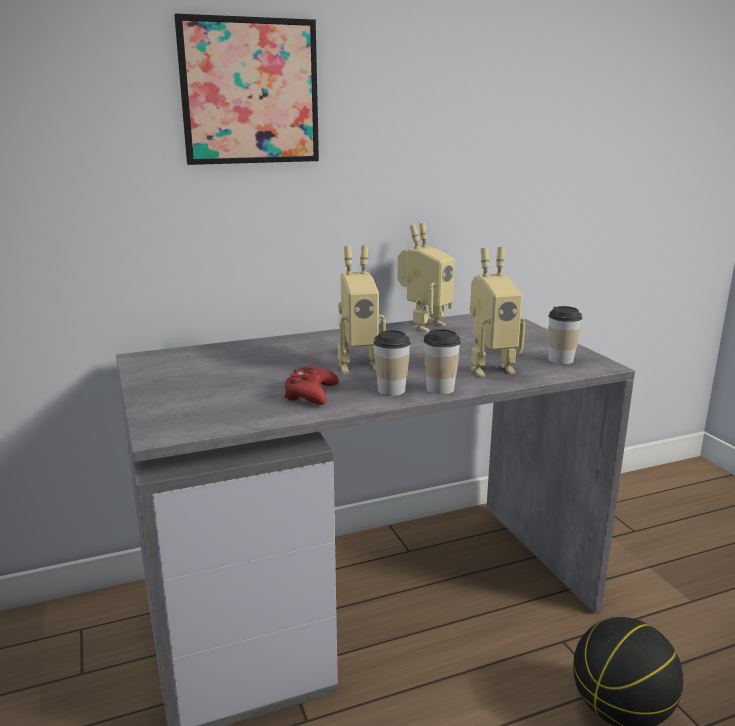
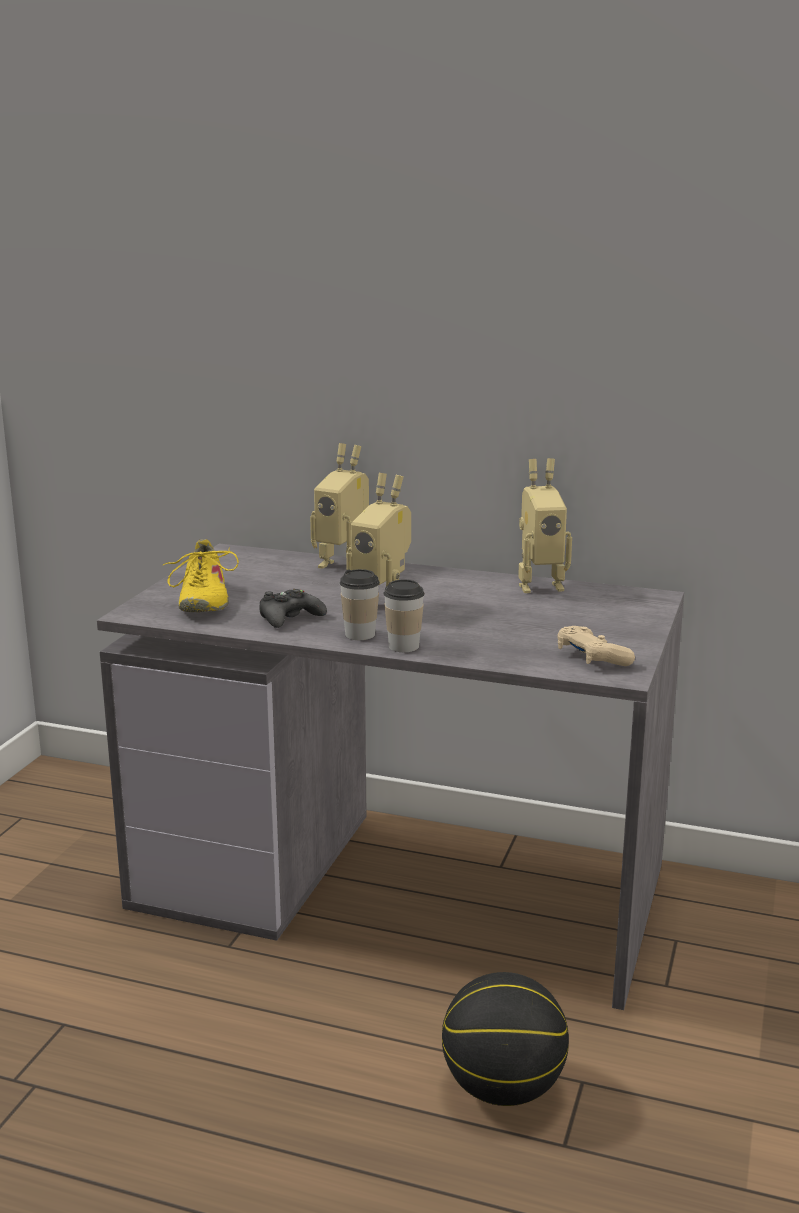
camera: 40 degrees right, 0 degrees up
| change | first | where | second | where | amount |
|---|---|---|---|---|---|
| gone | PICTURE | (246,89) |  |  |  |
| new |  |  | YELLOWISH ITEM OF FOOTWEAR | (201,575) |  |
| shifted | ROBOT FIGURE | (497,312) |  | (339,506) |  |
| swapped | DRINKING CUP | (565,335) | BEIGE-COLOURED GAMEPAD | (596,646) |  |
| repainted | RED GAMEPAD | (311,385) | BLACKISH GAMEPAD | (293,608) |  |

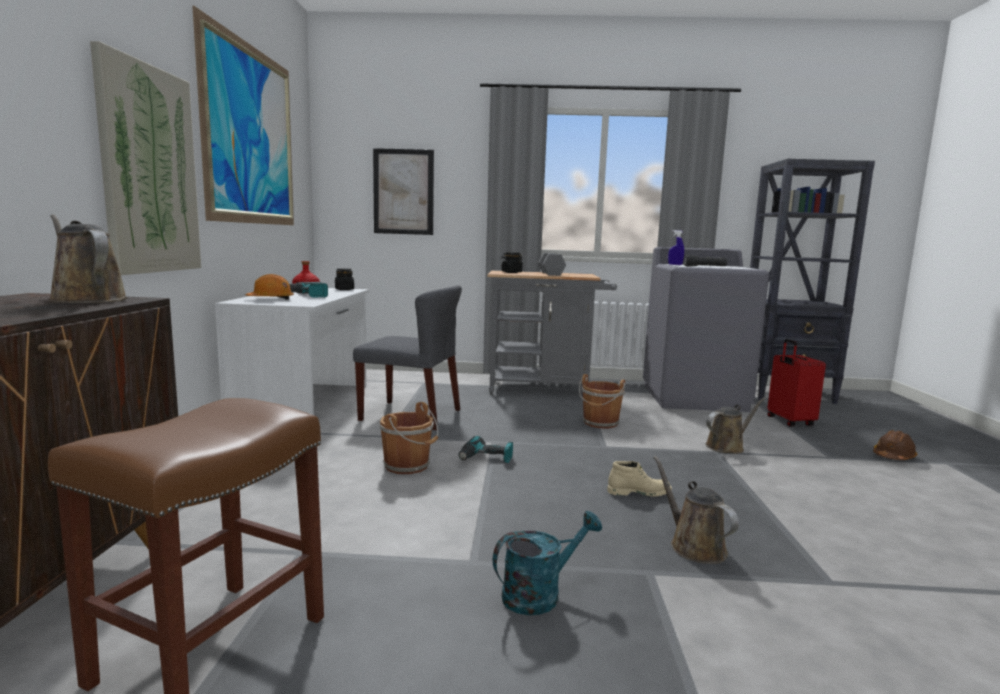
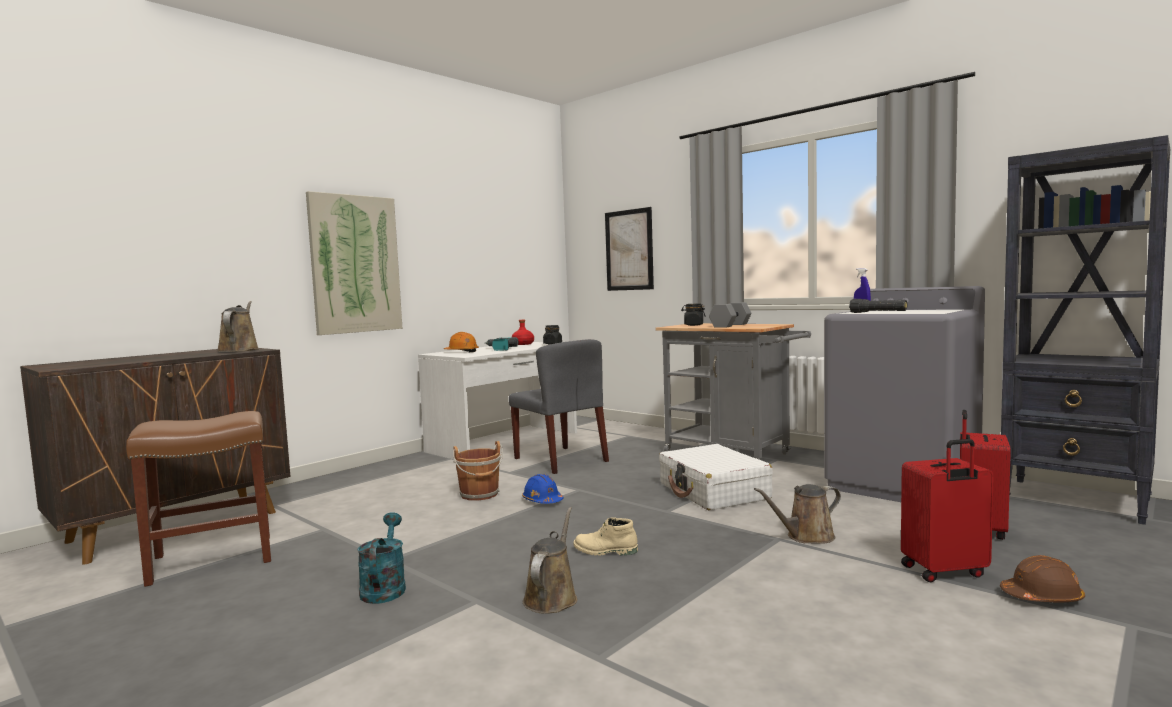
camera: 40 degrees right, 5 degrees down
| change | first | where | second | where | amount |
|---|---|---|---|---|---|
| gone | PICTURE | (243,115) |  |  |  |
| new |  |  | RED TRAVEL CASE | (947,510) |  |
| swapped | ELECTRIC DRILL | (485,449) | BLUE-COLOURED WORK HELMET | (543,489) |  |
| swapped | BROWN-COLOURED BUCKET | (602,401) | WHITE-COLOURED TRAVEL CASE | (716,477) |  |
| rotated | TURQUOISE WATERING POT | (547,563) |  | (381,558) | 105 degrees counterclockwise |
| rotated | BEIGE-COLOURED TALL BOOT | (639,479) |  | (606,536) | 150 degrees clockwise |
| rotated | BROWN-COLOURED WATERING POT | (735,425) |  | (797,514) | 150 degrees clockwise |

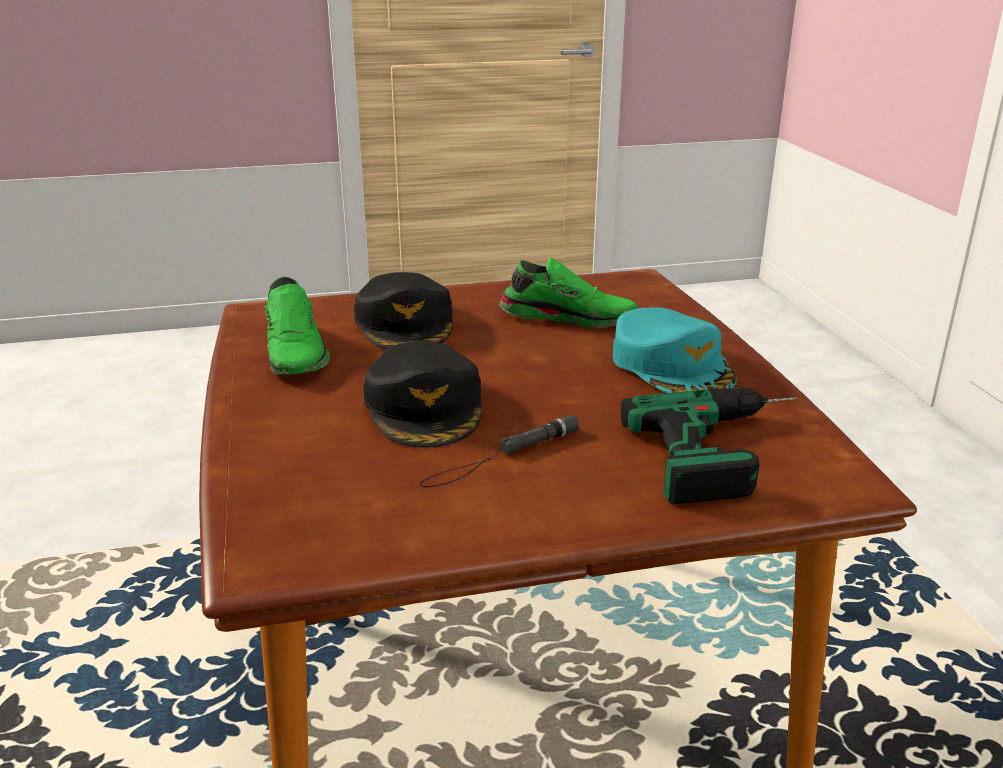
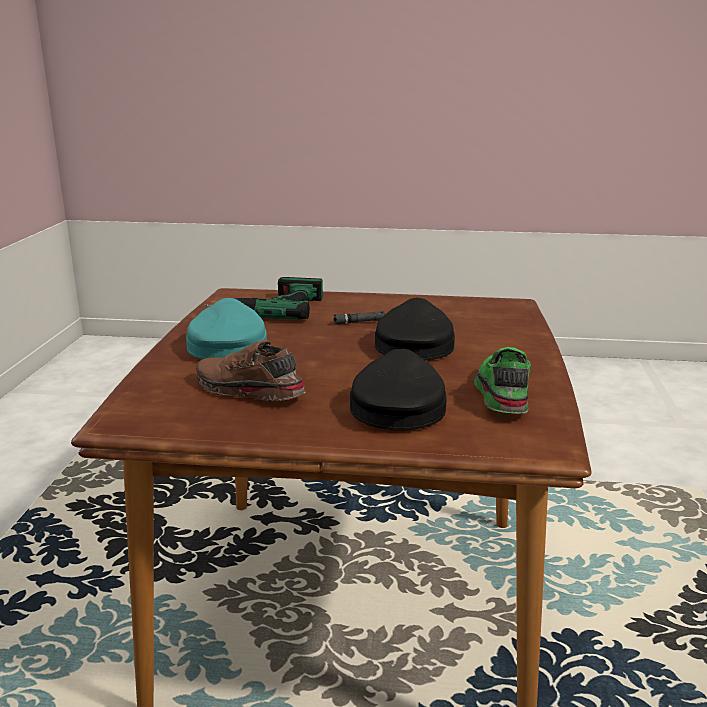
camera: 160 degrees left, 5 degrees down
| change | first | where | second | where | amount |
|---|---|---|---|---|---|
| repainted | GREEN-COLOURED ITEM OF FOOTWEAR | (569,293) | BROWN-COLOURED ITEM OF FOOTWEAR | (251,370) |  |

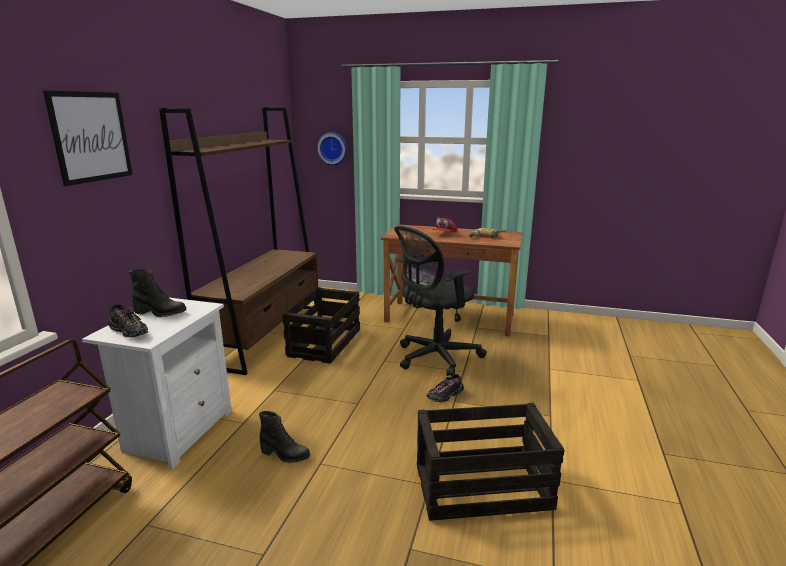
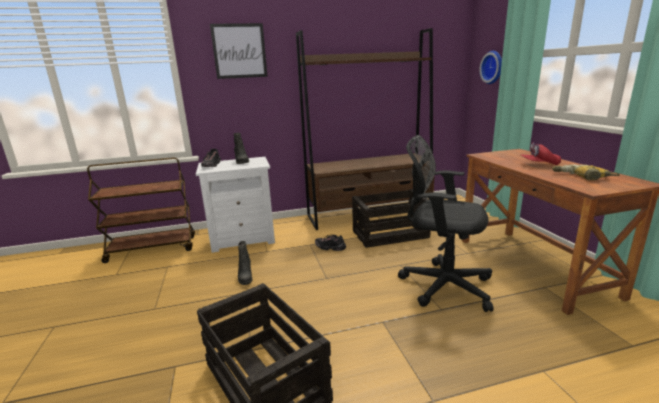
camera: 60 degrees right, 0 degrees up
| change | first | where | second | where | amount |
|---|---|---|---|---|---|
| shifted | BLACKISH ITEM OF FOOTWEAR | (445,388) |  | (330,242) |  |

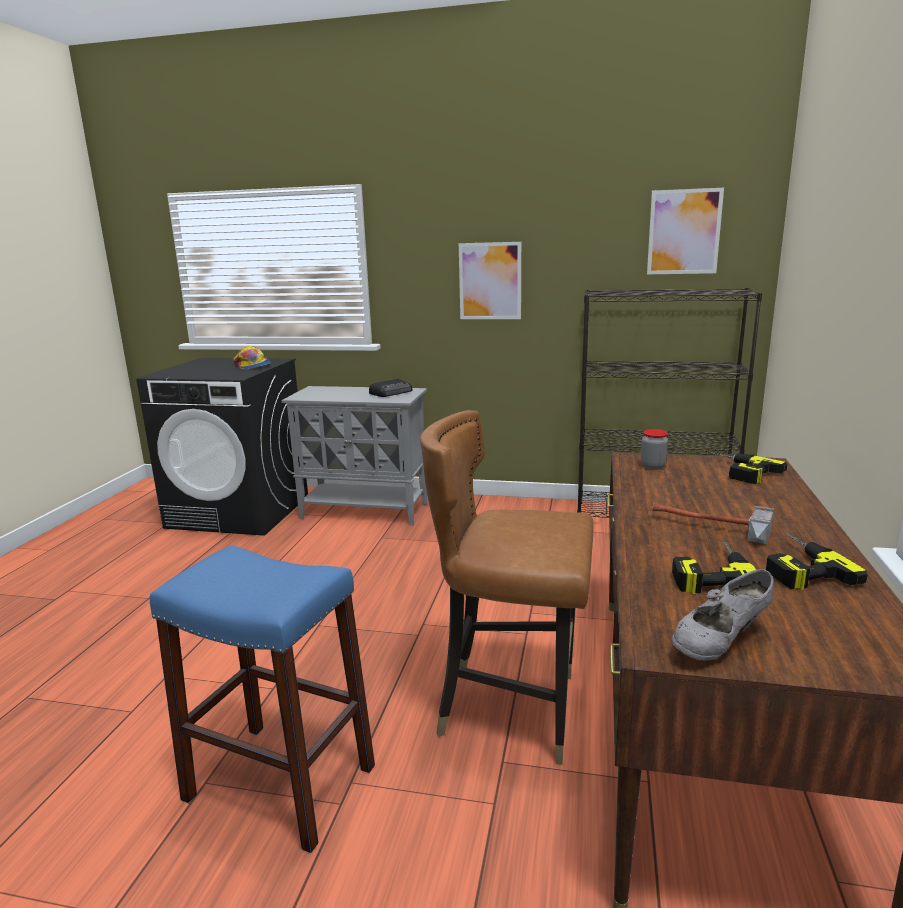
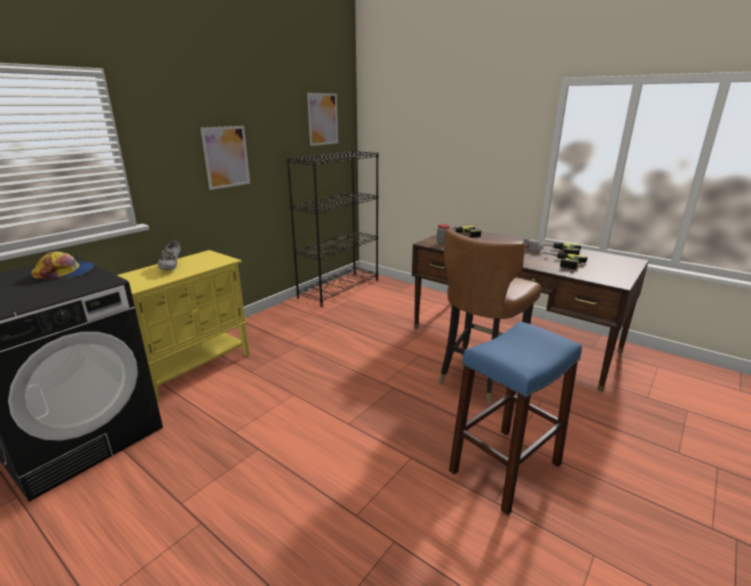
camera: 65 degrees left, 5 degrees up
| change | first | where | second | where | amount |
|---|---|---|---|---|---|
| gone | RADIO RECEIVER | (391,388) |  |  |  |
| shifted | GRAY ITEM OF FOOTWEAR | (723,614) |  | (169,255) |  |
| repainted | GRAY CABINET | (354,456) | YELLOWISH CABINET | (183,326) |  |

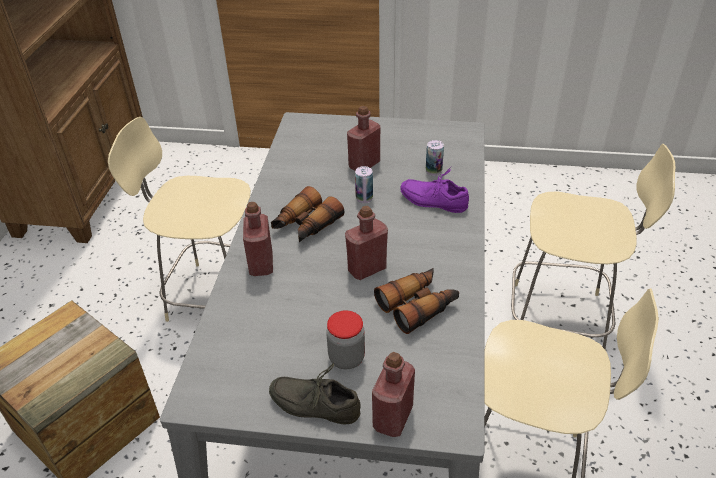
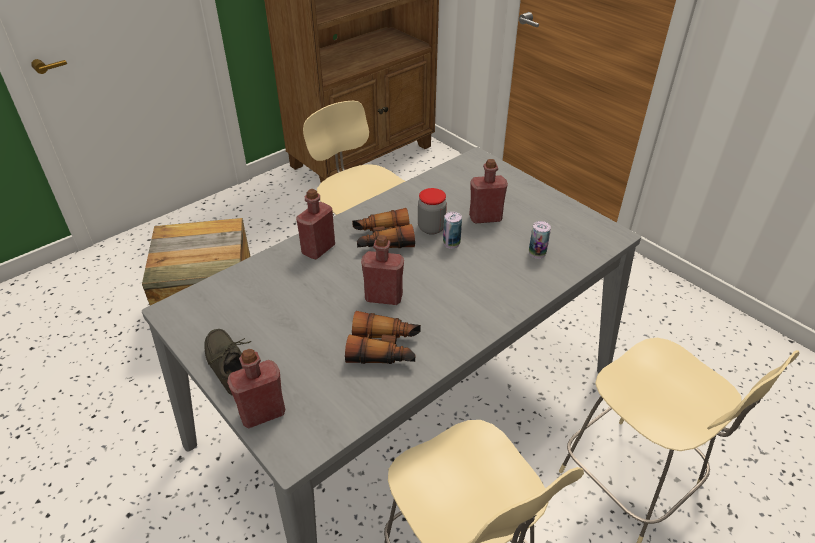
camera: 40 degrees right, 0 degrees up
| change | first | where | second | where | amount |
|---|---|---|---|---|---|
| gone | PURPLISH ITEM OF FOOTWEAR | (434,190) |  |  |  |
| shifted | PRESERVE JAR | (345,339) |  | (432,211) |  |

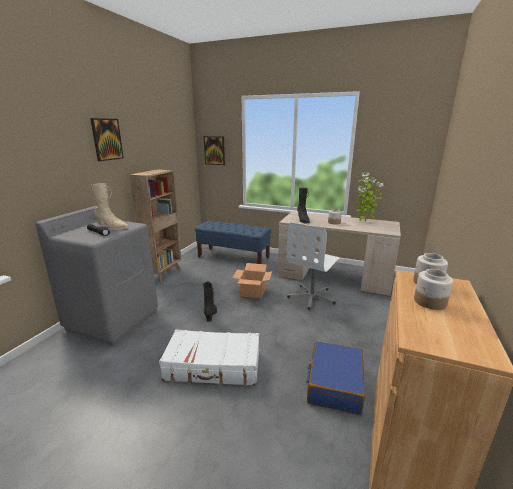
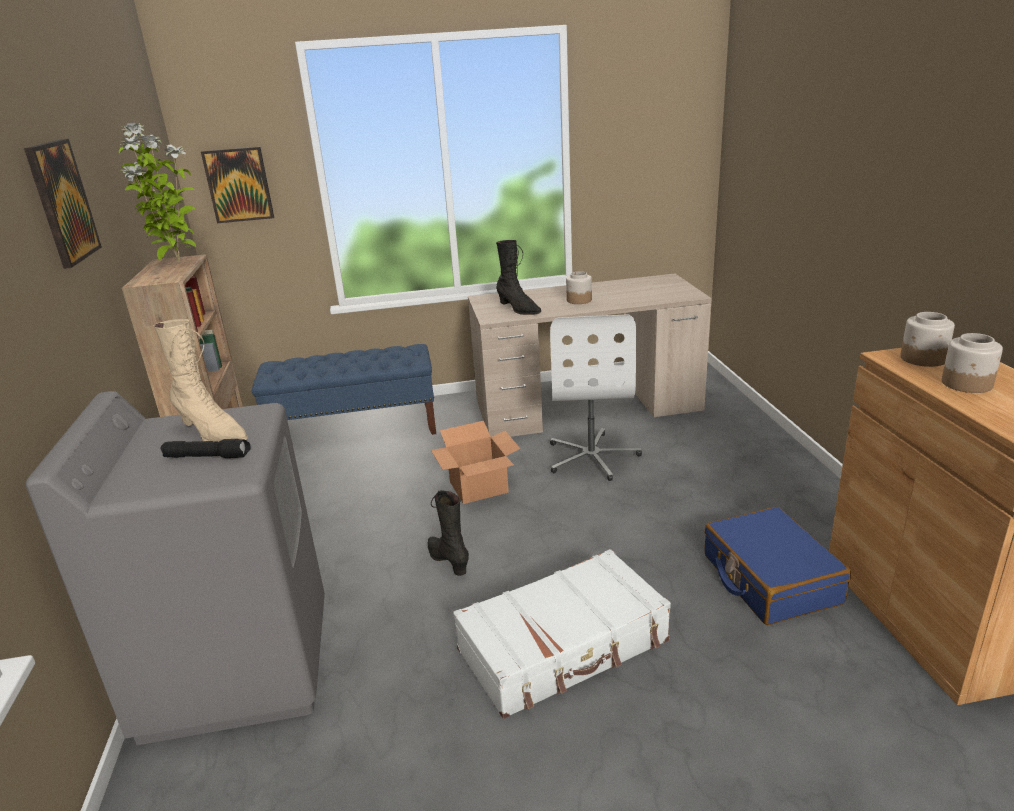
camera: 30 degrees left, 5 degrees up
| change | first | where | second | where | amount |
|---|---|---|---|---|---|
| shifted | HOUSEPLANT | (370,197) |  | (157,192) |  |
| rotated | BEIGE-COLOURED TALL BOOT | (109,206) |  | (200,380) | 45 degrees clockwise |

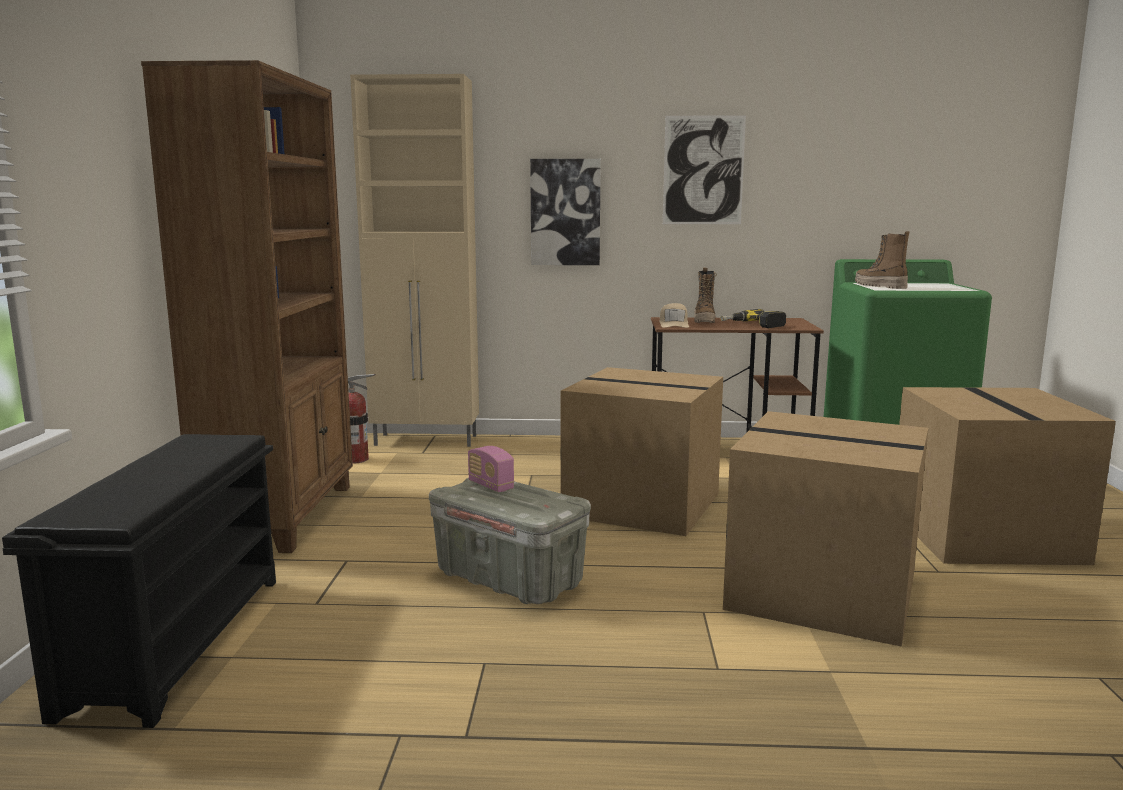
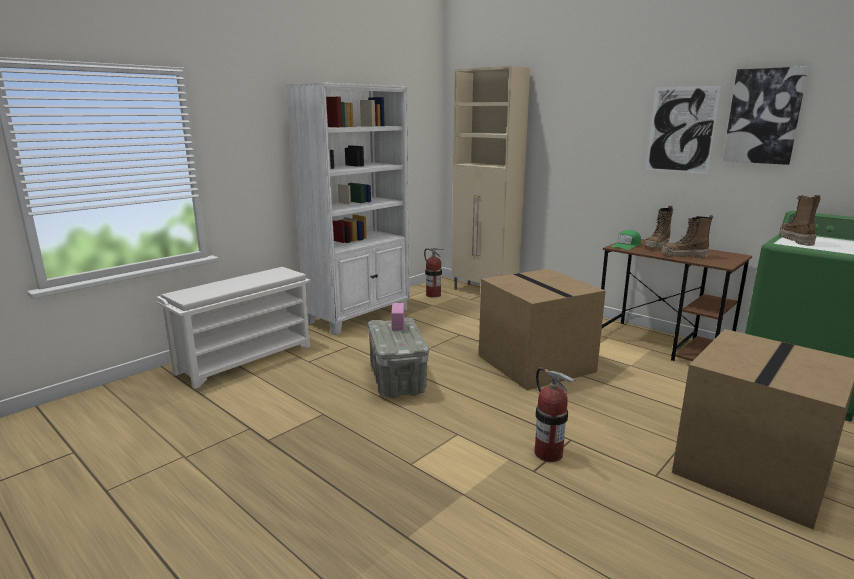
camera: 40 degrees right, 5 degrees up
| change | first | where | second | where | amount |
|---|---|---|---|---|---|
| shifted | PICTURE | (565,212) |  | (765,115) |  |
| swapped | ELECTRIC DRILL | (753,318) | TALL BOOT | (687,236) |  |
| swapped | CARDBOARD BOX | (825,529) | FIRE-FIGHTING CYLINDER | (555,414) |  |
| repainted | BLACKISH SHOE RACK | (139,581) | WHITE-COLOURED SHOE RACK | (233,328) |  |
| repainted | BROWN-COLOURED BOOKSHELF | (247,306) | WHITE-COLOURED BOOKSHELF | (348,208) |  |
| repainted | BEIGE-COLOURED CAP | (674,315) | GREEN-COLOURED CAP | (626,240) |  |

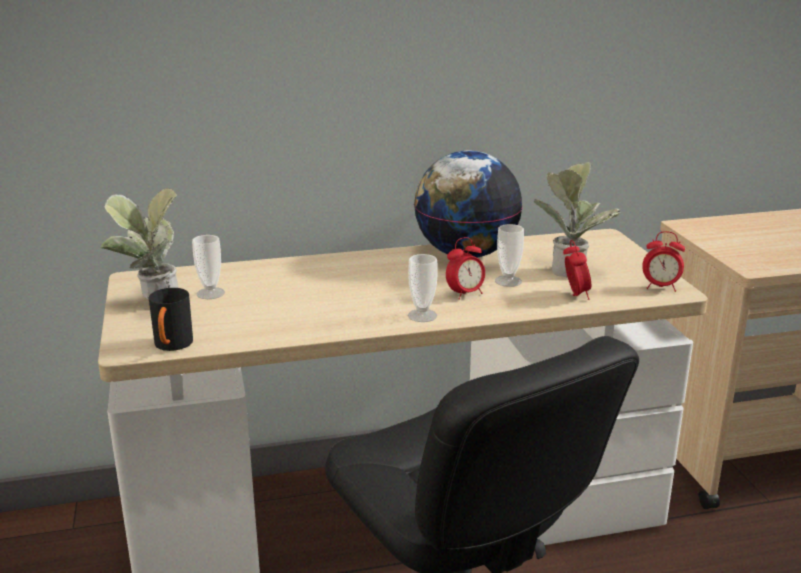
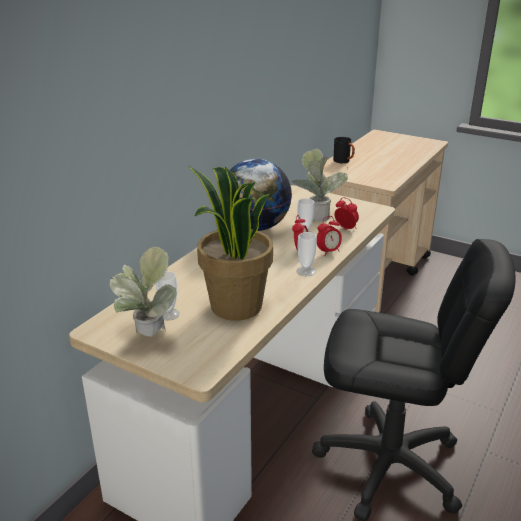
camera: 45 degrees left, 5 degrees up
| change | first | where | second | where | amount |
|---|---|---|---|---|---|
| new |  |  | HOUSEPLANT | (230,243) |  |
| shifted | BLACKISH MUG | (171,319) |  | (344,150) |  |
| shifted | ALARM CLOCK | (663,261) |  | (329,236) |  |

